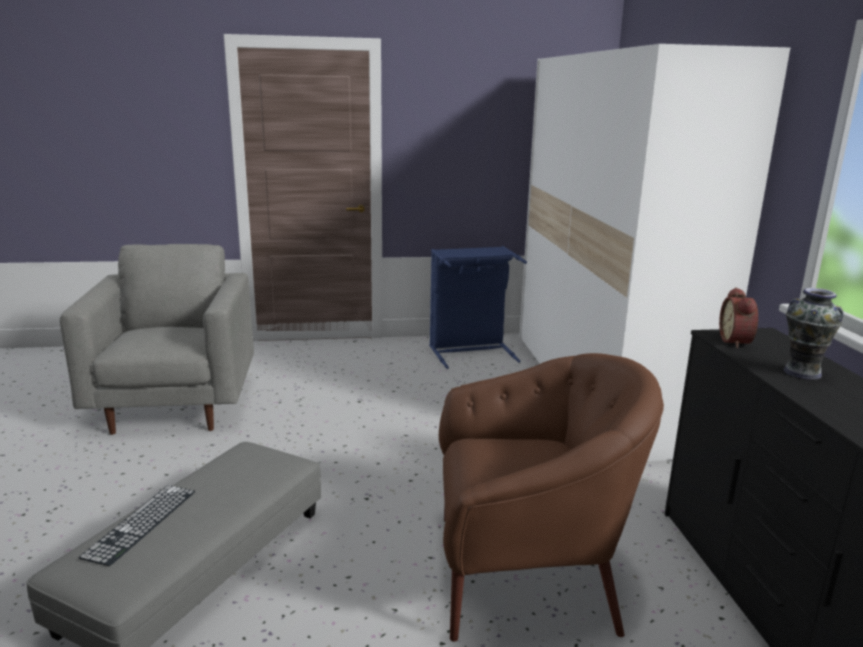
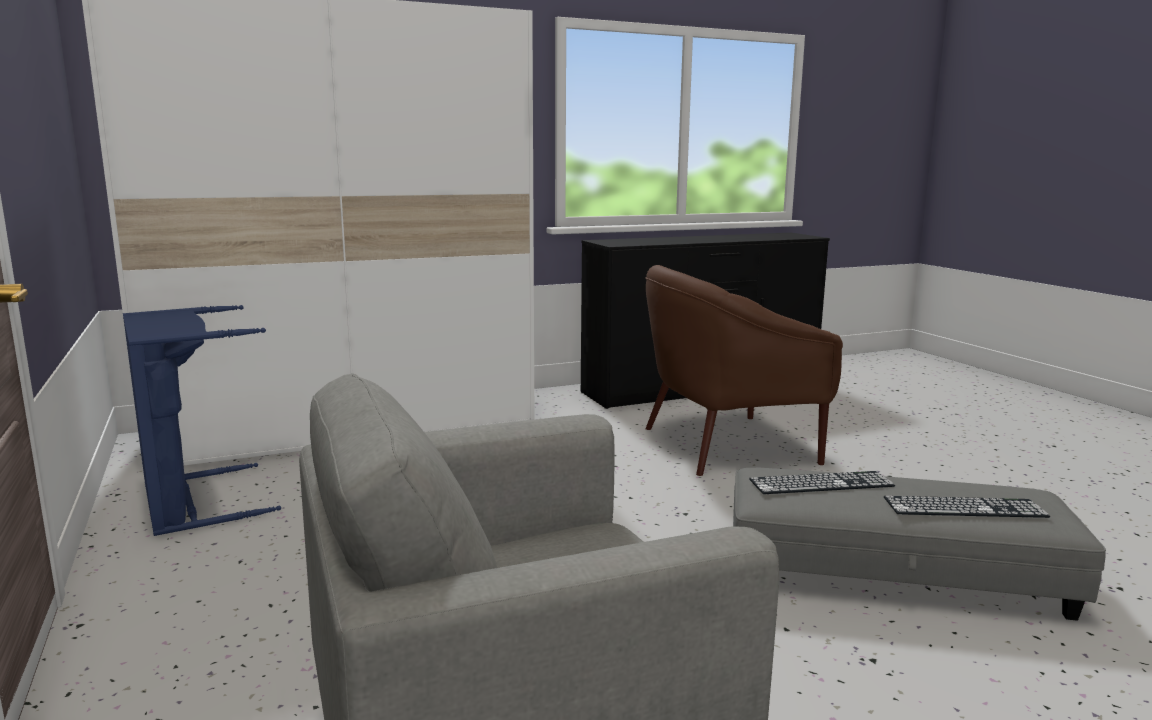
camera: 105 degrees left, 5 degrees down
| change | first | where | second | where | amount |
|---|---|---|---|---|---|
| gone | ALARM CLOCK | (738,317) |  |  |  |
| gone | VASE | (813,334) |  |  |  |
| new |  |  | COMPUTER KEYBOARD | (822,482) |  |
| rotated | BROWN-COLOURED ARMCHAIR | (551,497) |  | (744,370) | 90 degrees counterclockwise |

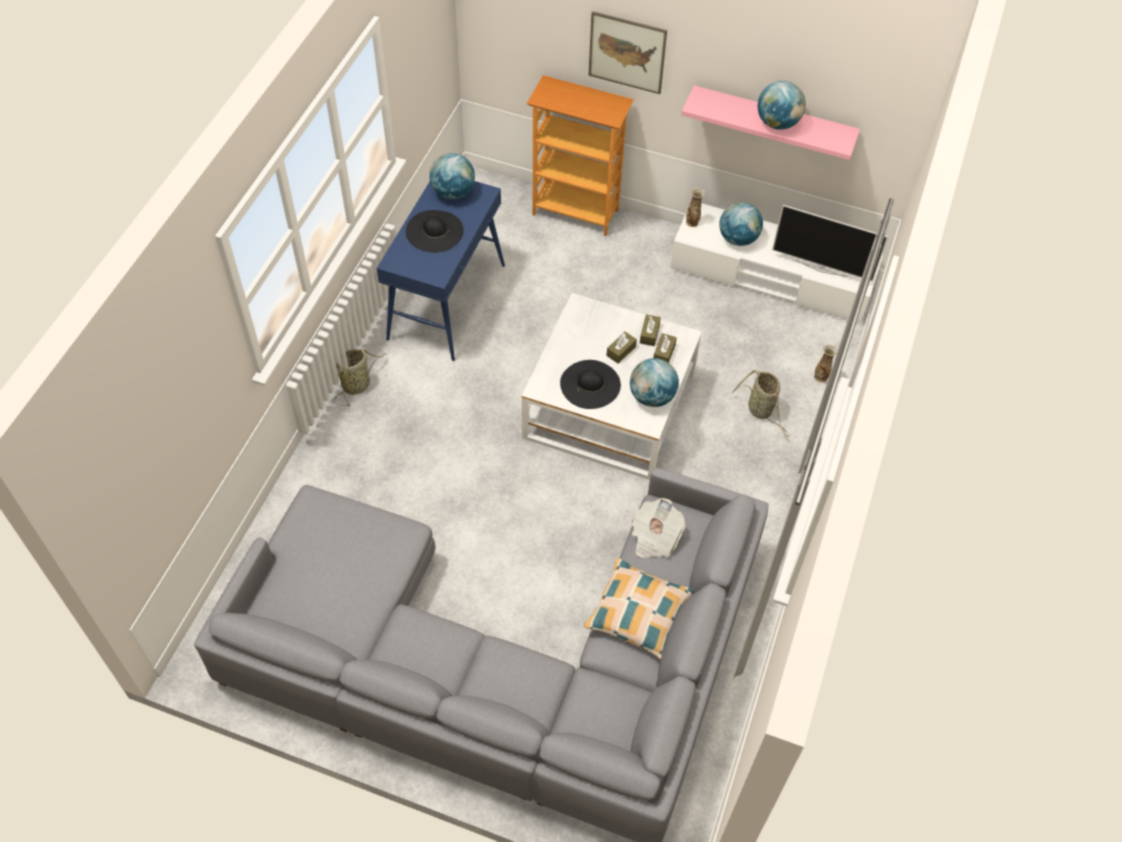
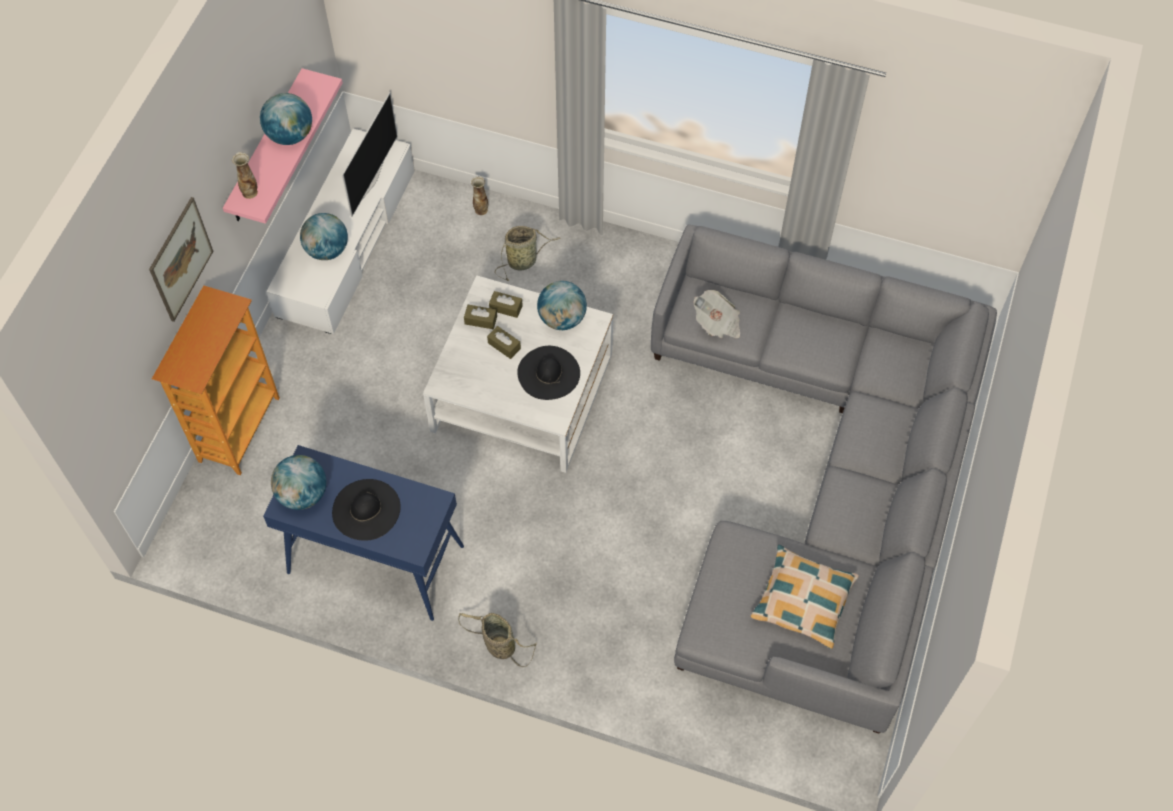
camera: 90 degrees left, 5 degrees up
| change | first | where | second | where | amount |
|---|---|---|---|---|---|
| shifted | PILLOW | (639,609) |  | (805,597) |  |
| shifted | VASE | (695,207) |  | (245,175) |  |

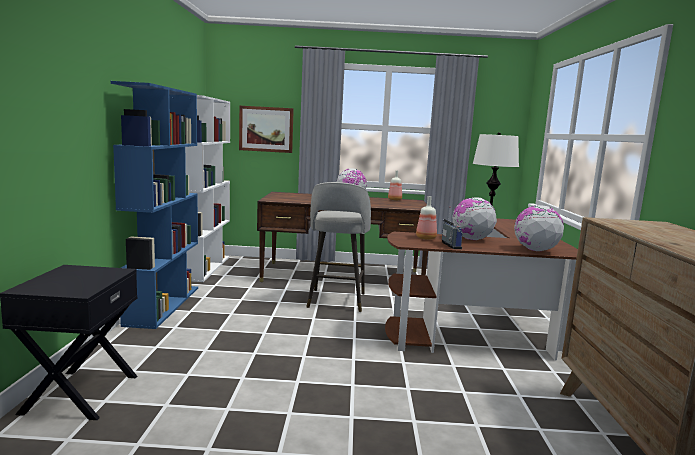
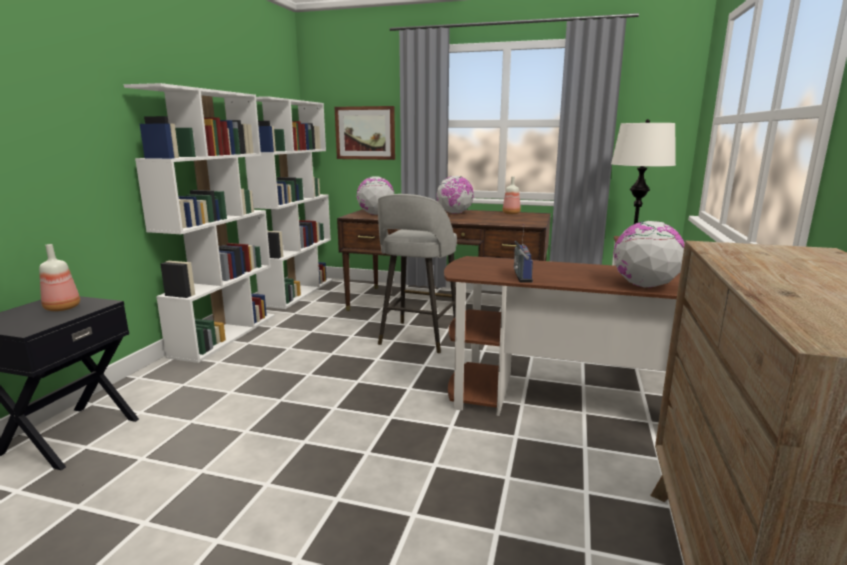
camera: 15 degrees right, 5 degrees up
| change | first | where | second | where | amount |
|---|---|---|---|---|---|
| shifted | BEVERAGE BOTTLE | (426,218) |  | (59,277) |  |
| shifted | WORLD GLOBE | (474,218) |  | (375,195) |  |
| repainted | BLUE-COLOURED BOOKSHELF | (154,205) | WHITE-COLOURED BOOKSHELF | (199,223) |  |

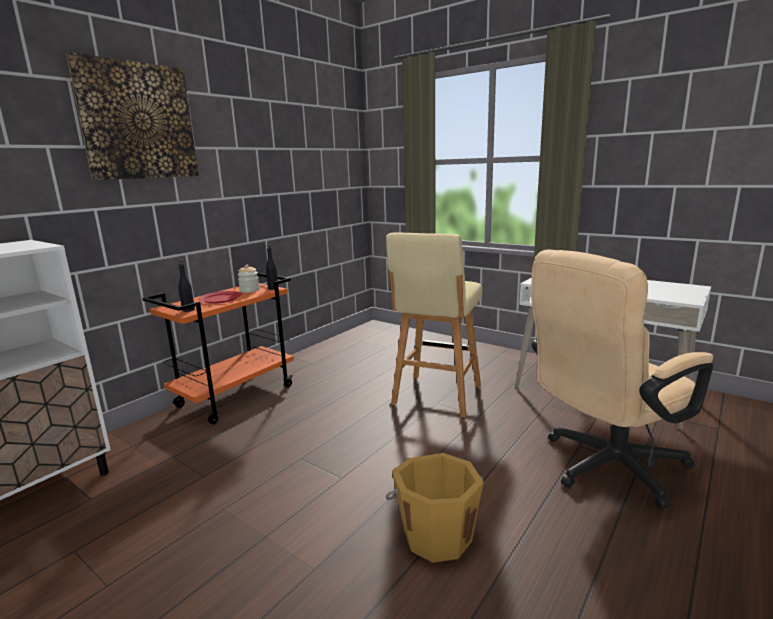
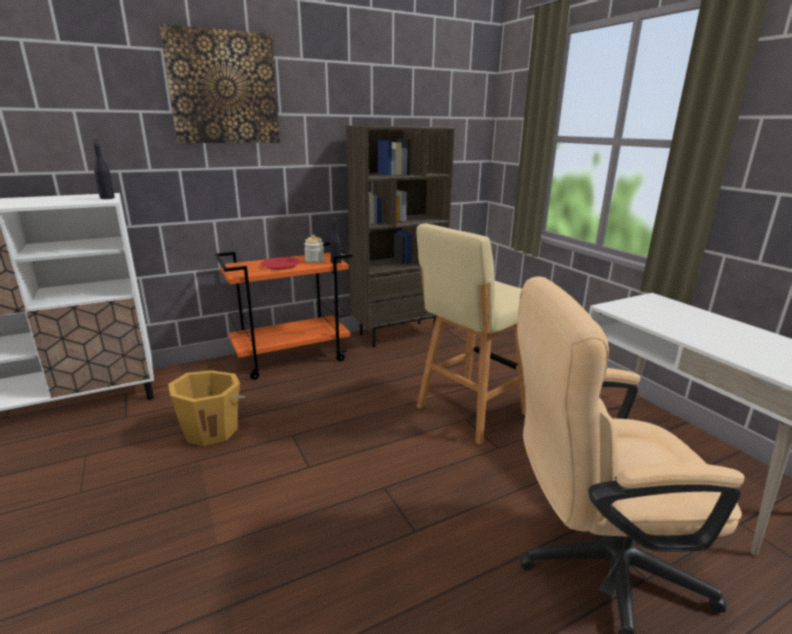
camera: 25 degrees right, 5 degrees up
| change | first | where | second | where | amount |
|---|---|---|---|---|---|
| new |  |  | BROWN-COLOURED BOOKSHELF | (400,236) |  |
| shifted | BLACKISH BEVERAGE BOTTLE | (186,285) |  | (104,169) |  |
| shifted | ORANGE-COLOURED BUCKET | (434,508) |  | (206,408) |  |

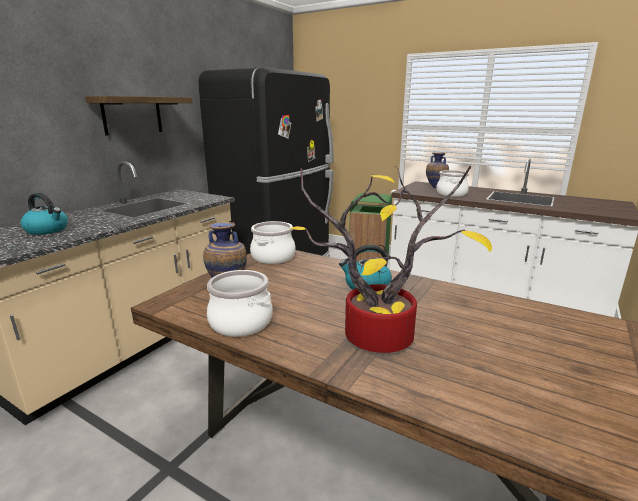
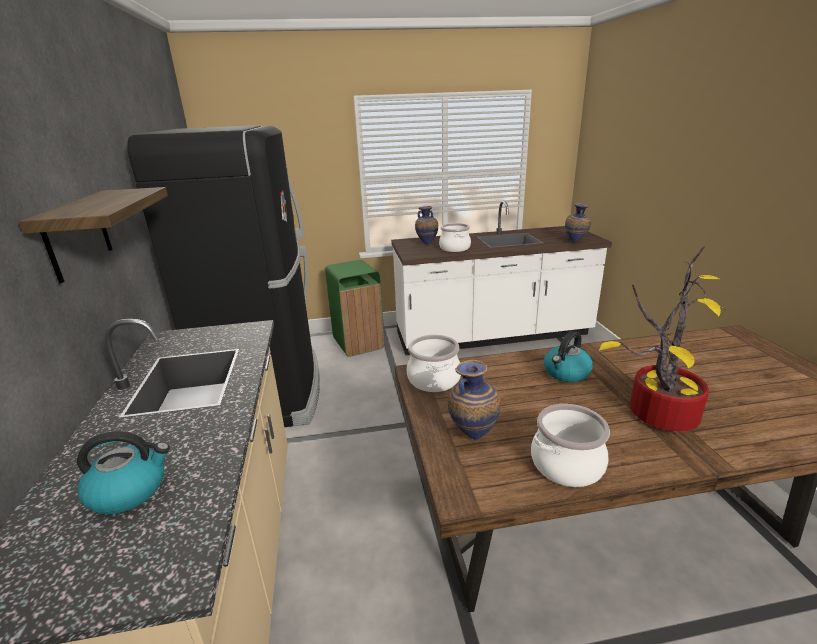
camera: 40 degrees left, 5 degrees up
| change | first | where | second | where | amount |
|---|---|---|---|---|---|
| new |  |  | VASE | (578,223) |  |

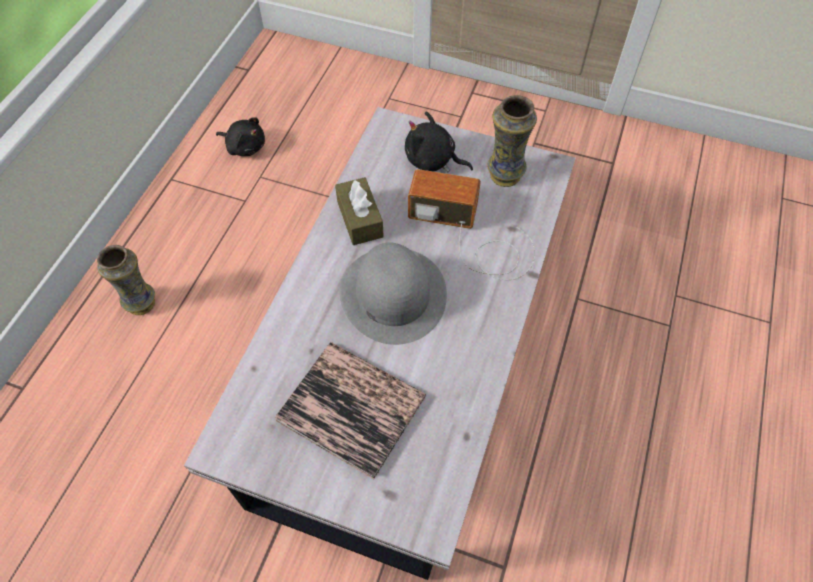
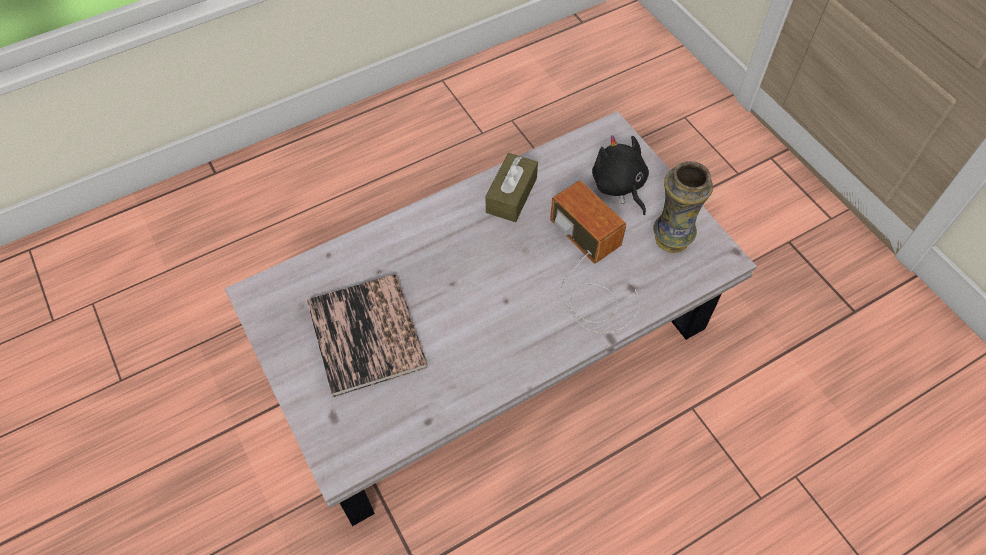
camera: 40 degrees right, 0 degrees up
| change | first | where | second | where | amount |
|---|---|---|---|---|---|
| gone | VASE | (126,280) |  |  |  |
| gone | BLACKISH SOFT TOY | (240,136) |  |  |  |
| gone | GRAY WEARABLE HAT | (393,293) |  |  |  |

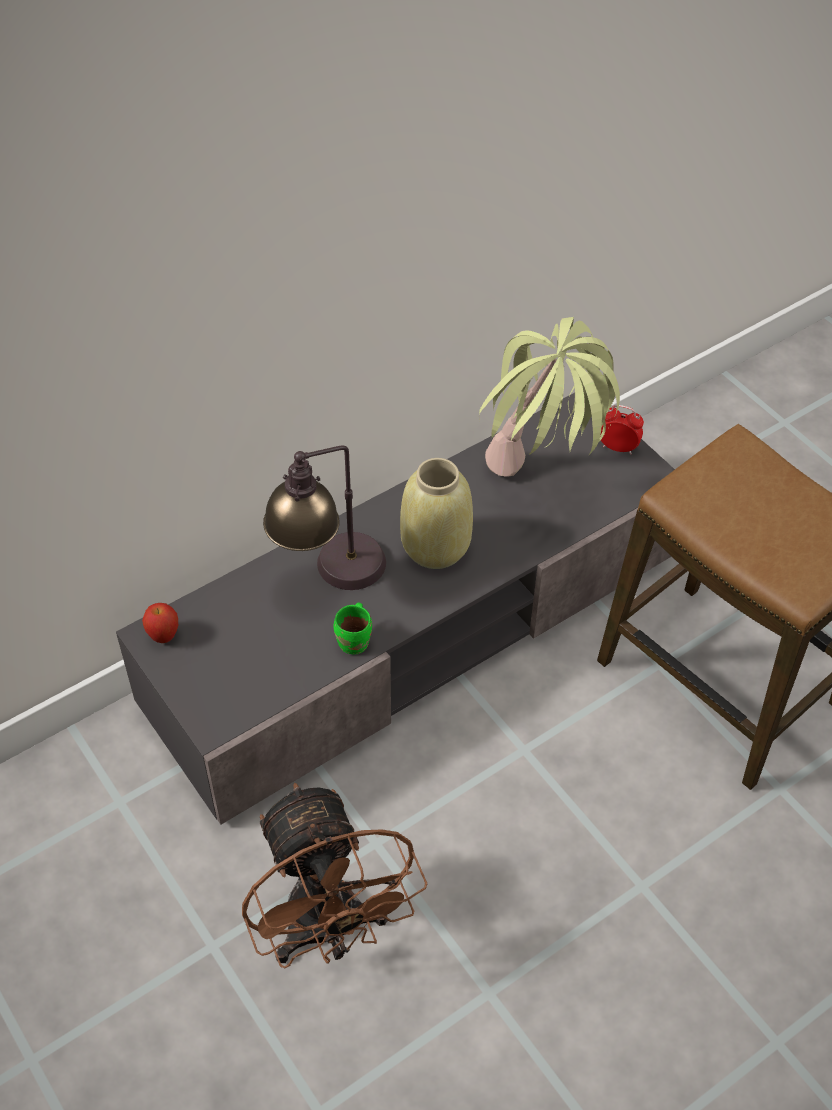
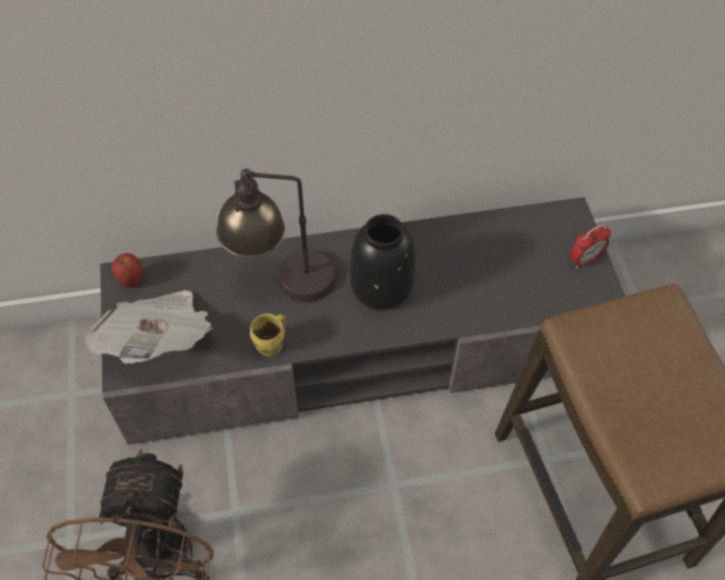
camera: 25 degrees right, 5 degrees up
| change | first | where | second | where | amount |
|---|---|---|---|---|---|
| gone | HOUSEPLANT | (549,397) |  |  |  |
| new |  |  | DAILY PAPER | (149,327) |  |
| repainted | GREEN-COLOURED MUG | (353,629) | YELLOWISH MUG | (267,335) |  |
| repainted | BEIGE-COLOURED VASE | (436,513) | BLACKISH VASE | (383,262) |  |
| rotated | ALARM CLOCK | (622,429) |  | (590,246) | 105 degrees clockwise |

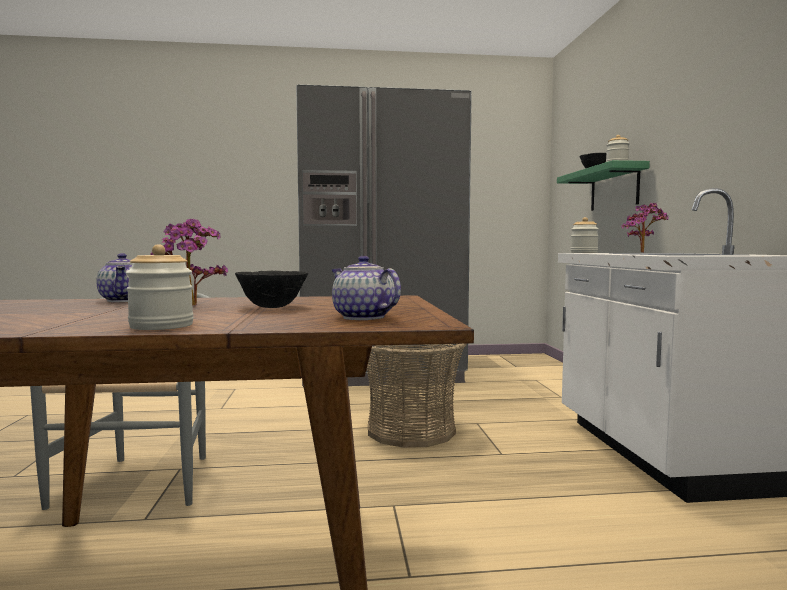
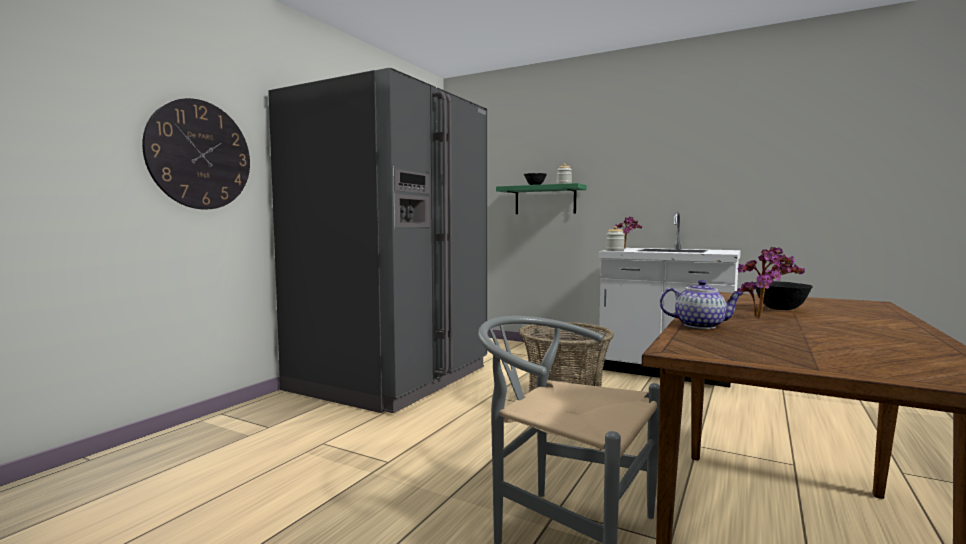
camera: 55 degrees left, 0 degrees up
| change | first | where | second | where | amount |
|---|---|---|---|---|---|
| gone | PRESERVE JAR | (160,287) |  |  |  |
| gone | TEA POT | (366,288) |  |  |  |
| new |  |  | HANGING CLOCK | (196,153) |  |

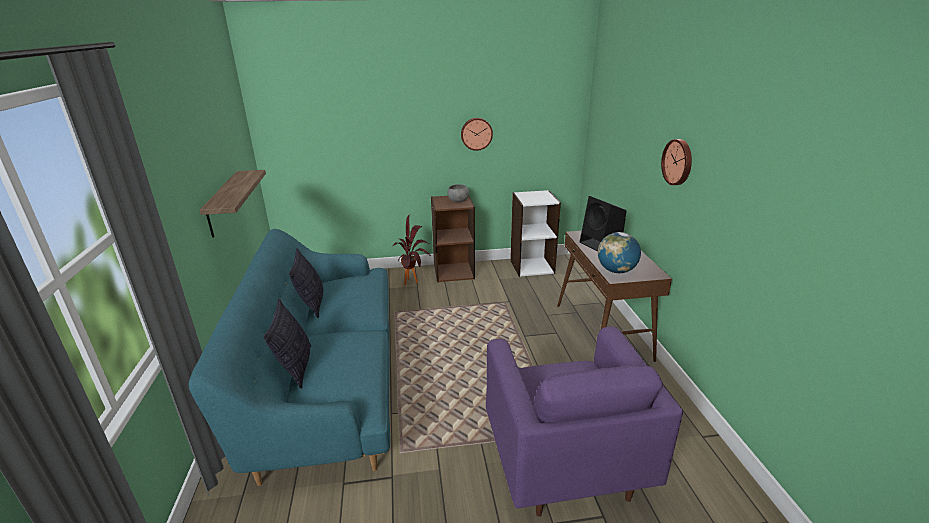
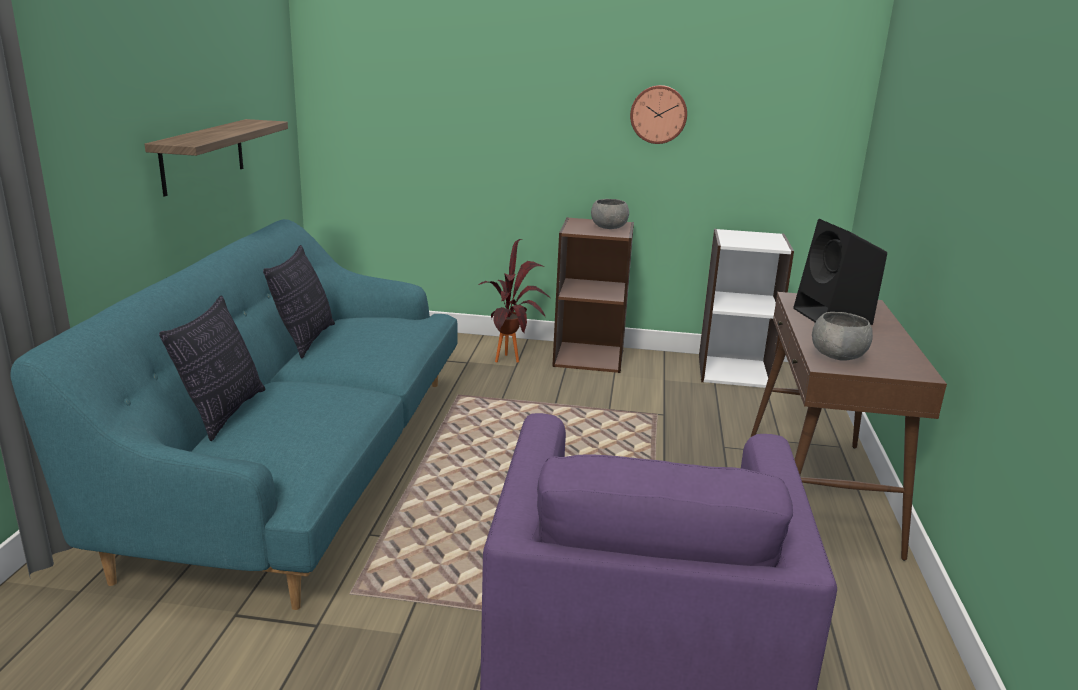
camera: 15 degrees right, 5 degrees down
| change | first | where | second | where | amount |
|---|---|---|---|---|---|
| gone | HANGING CLOCK | (676,162) |  |  |  |
| swapped | WORLD GLOBE | (619,252) | GRAY DEEP DISH | (842,336) |  |

